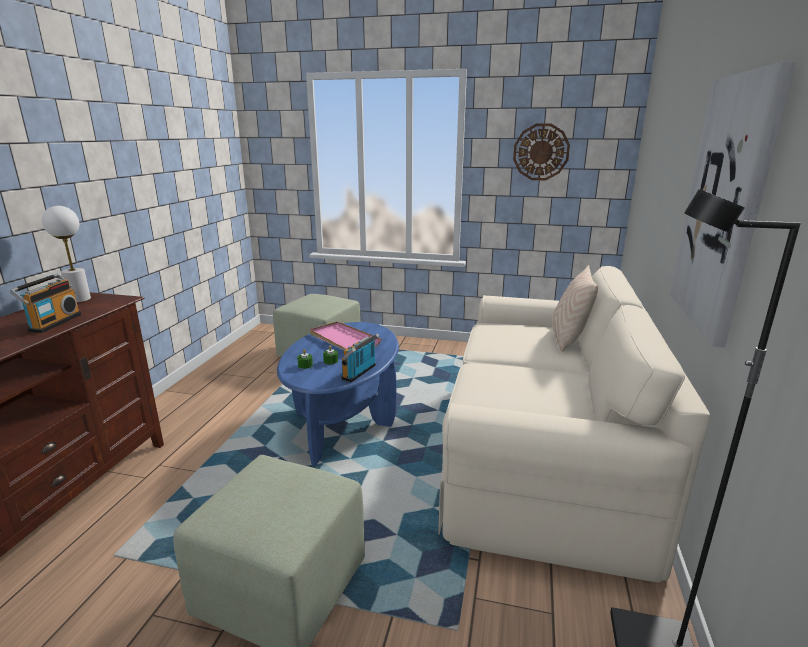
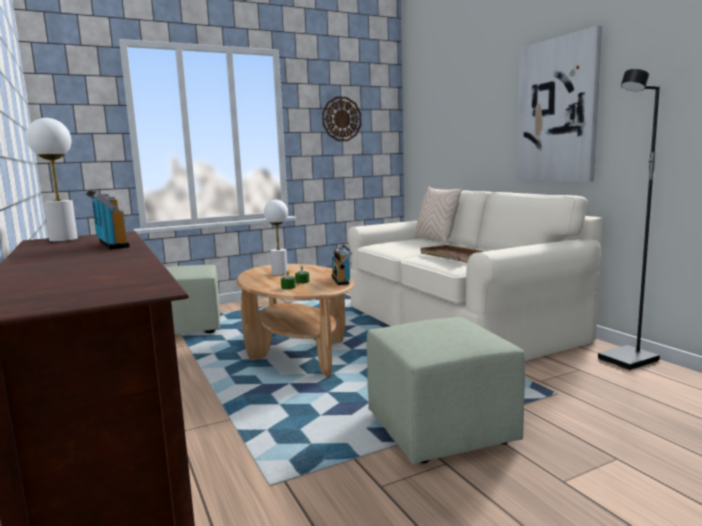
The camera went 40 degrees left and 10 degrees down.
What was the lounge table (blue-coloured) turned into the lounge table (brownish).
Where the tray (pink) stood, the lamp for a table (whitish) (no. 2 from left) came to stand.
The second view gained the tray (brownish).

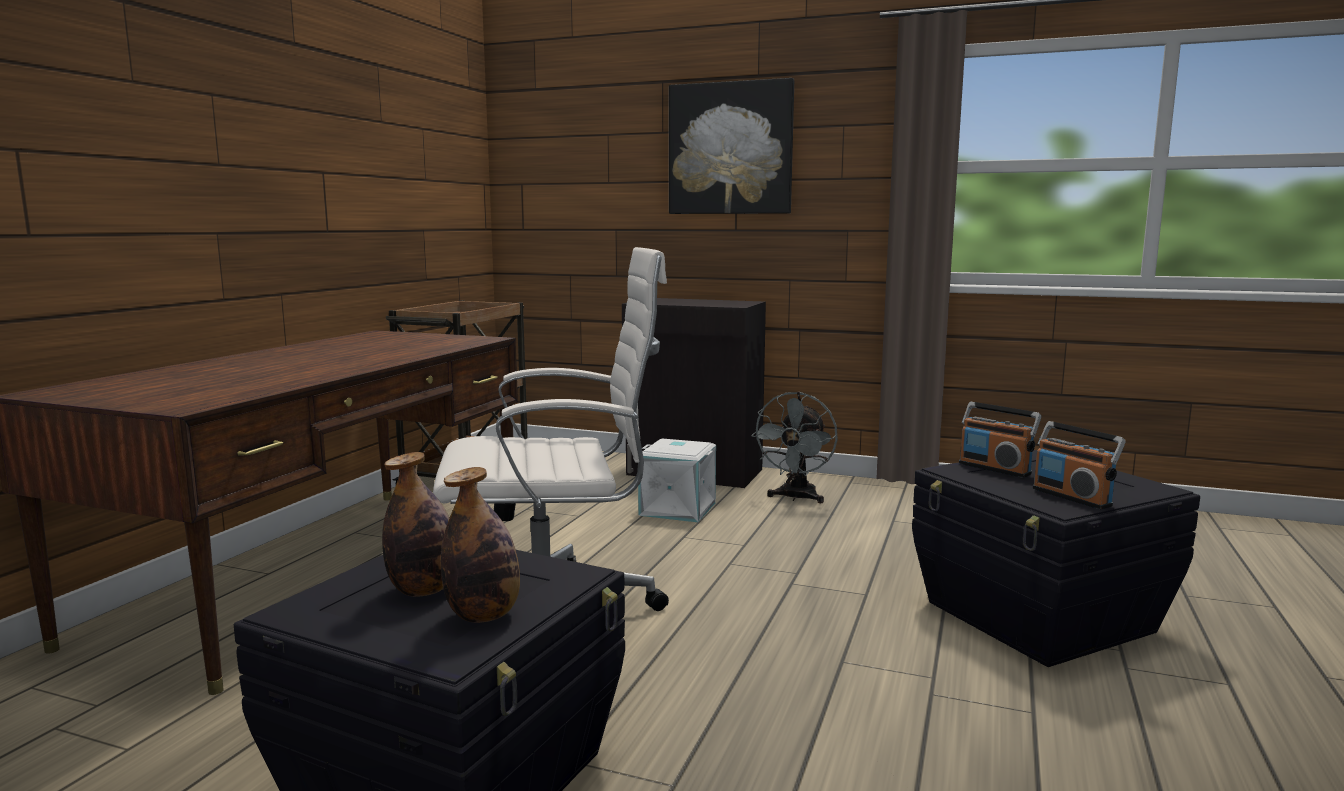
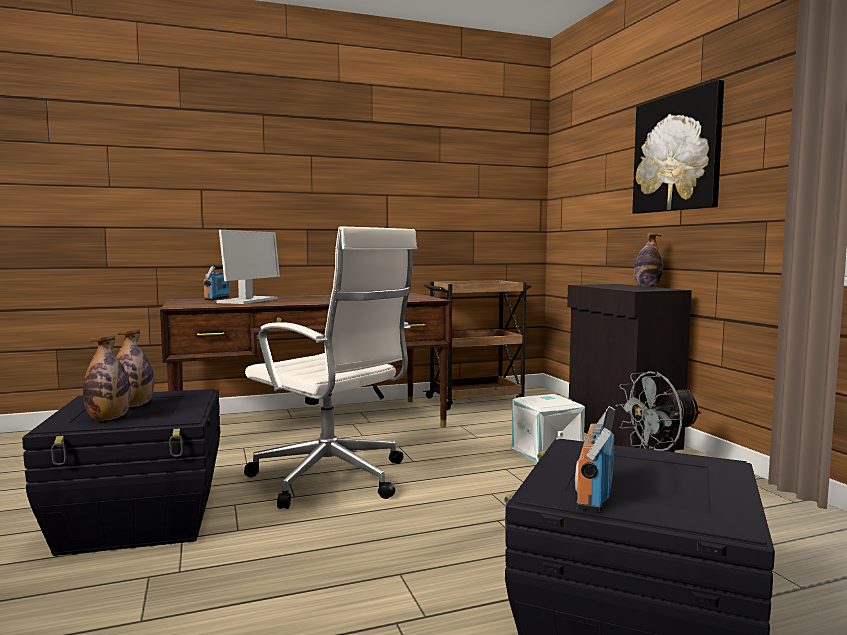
The camera went 50 degrees right and 5 degrees down.
The radio receiver (no. 1 from left) ended up elsewhere.
The second view gained the computer display.
The second view gained the beverage bottle (no. 3 from left).

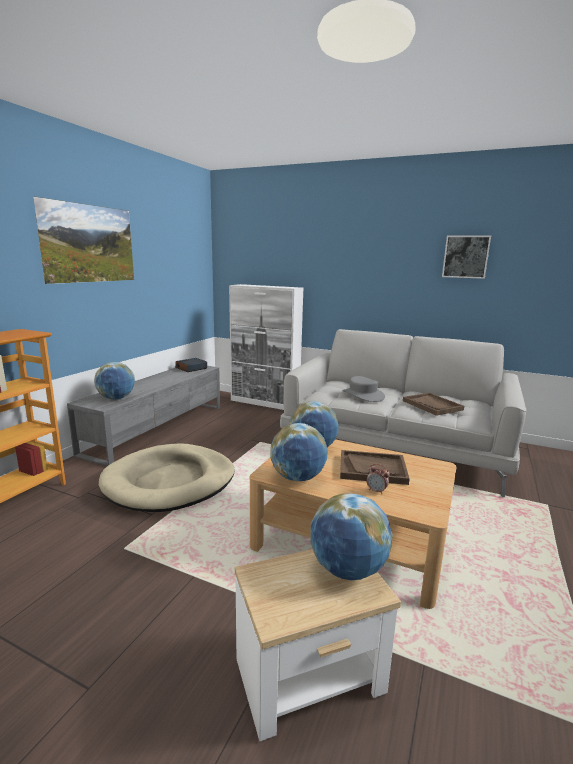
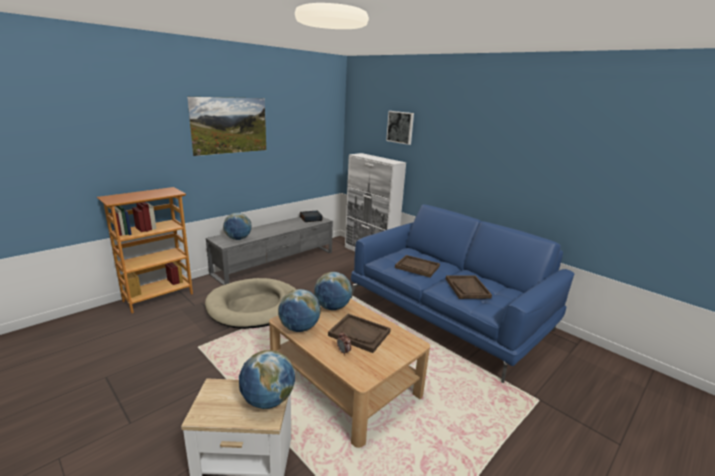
The camera went 20 degrees right and 5 degrees up.
What was the settee (gray) turned into the settee (blue-coloured).
The picture (no. 2 from left) ended up elsewhere.
Where the hat (gray) stood, the tray (brownish) (no. 2 from left) came to stand.

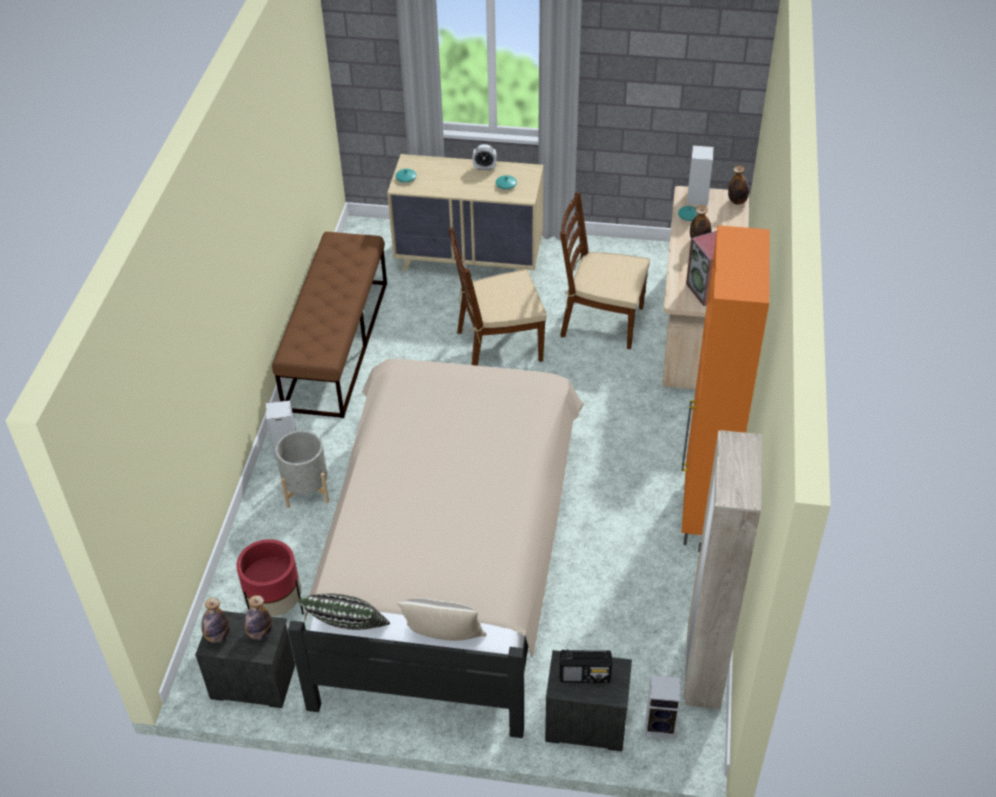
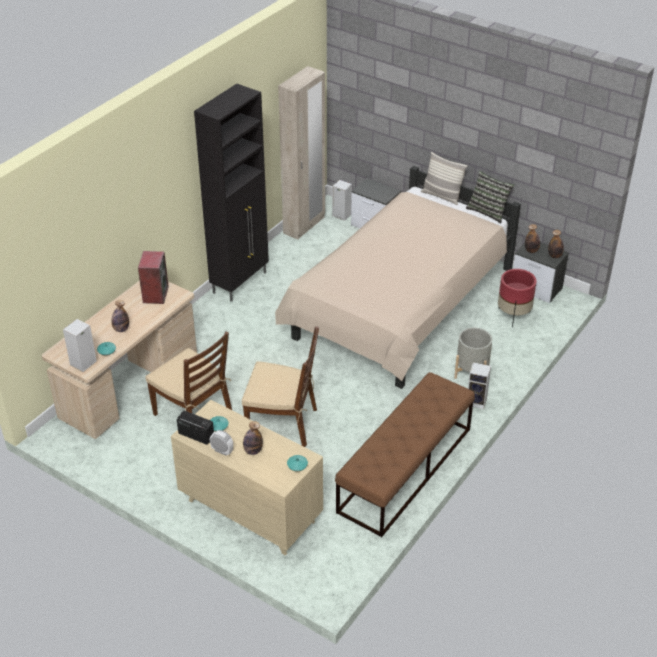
The camera went 155 degrees left and 5 degrees down.
The radio receiver ended up elsewhere.
What was the cabinet (orangey) turned into the cabinet (black).
The beverage bottle (no. 4 from left in the first image) ended up elsewhere.

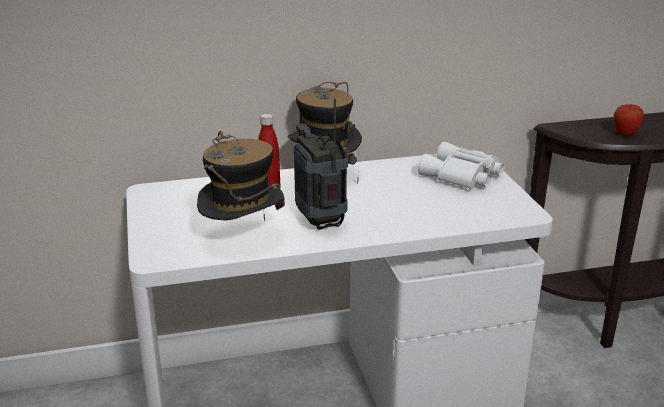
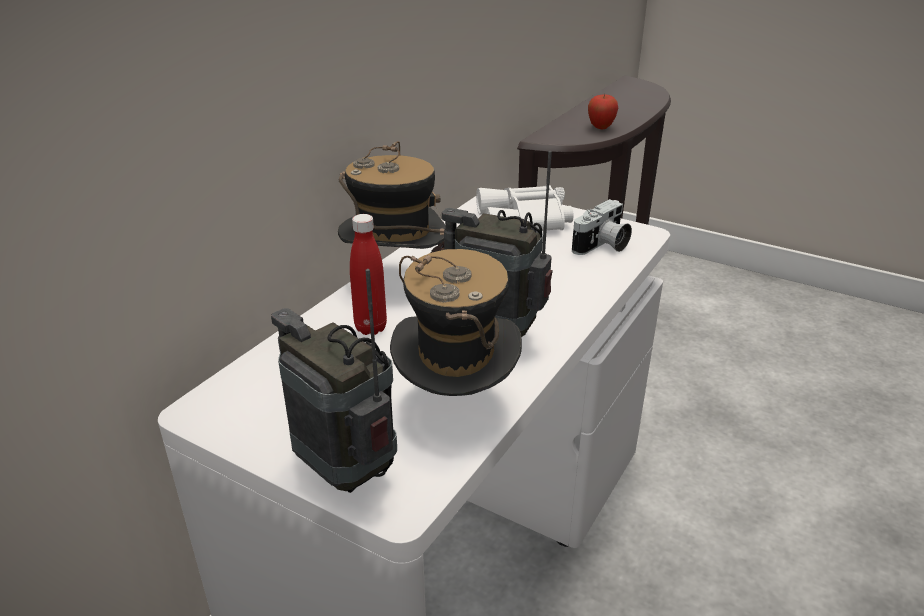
The camera went 45 degrees left and 5 degrees up.
The second view gained the radio receiver (no. 1 from left).
The second view gained the still camera.

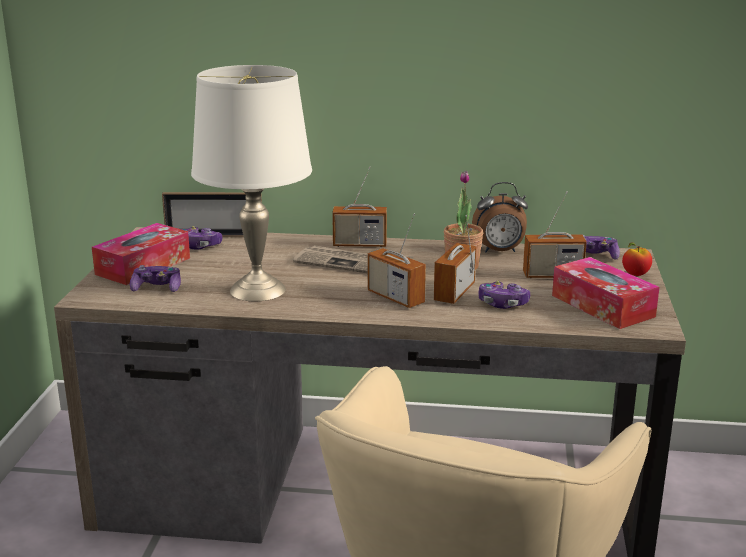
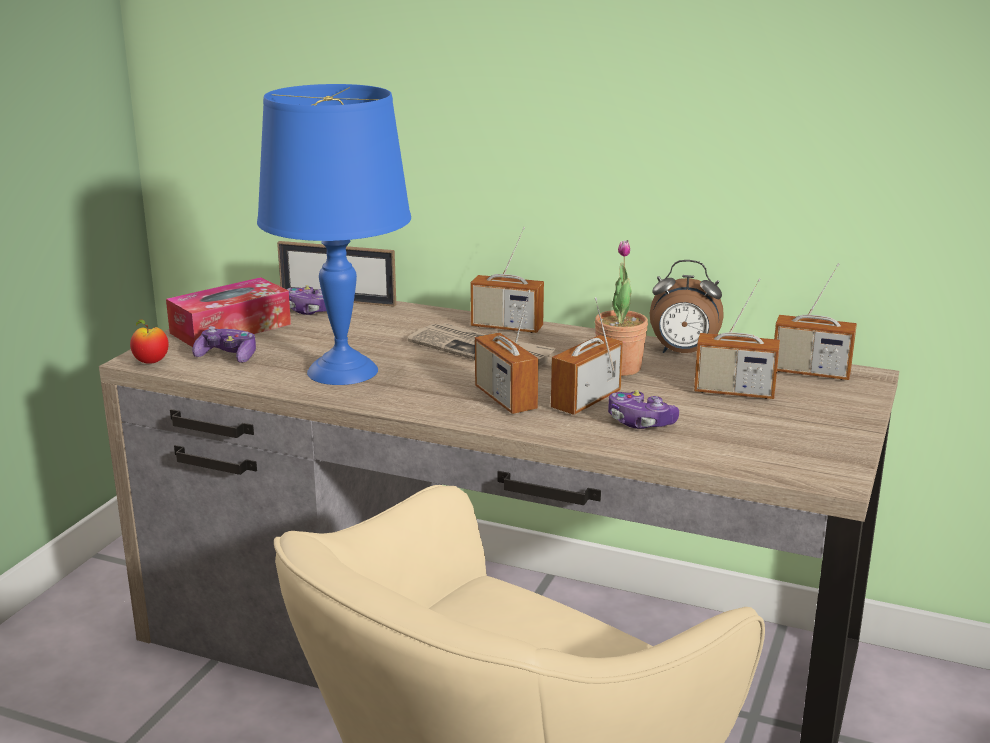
The camera went 15 degrees right and 0 degrees up.
The whole apple ended up elsewhere.
What was the lamp for a table (whitish) turned into the lamp for a table (blue-coloured).
Where the joypad (no. 4 from left) stood, the radio receiver (no. 5 from left) came to stand.
The second view lost the tissue holder (no. 2 from left).

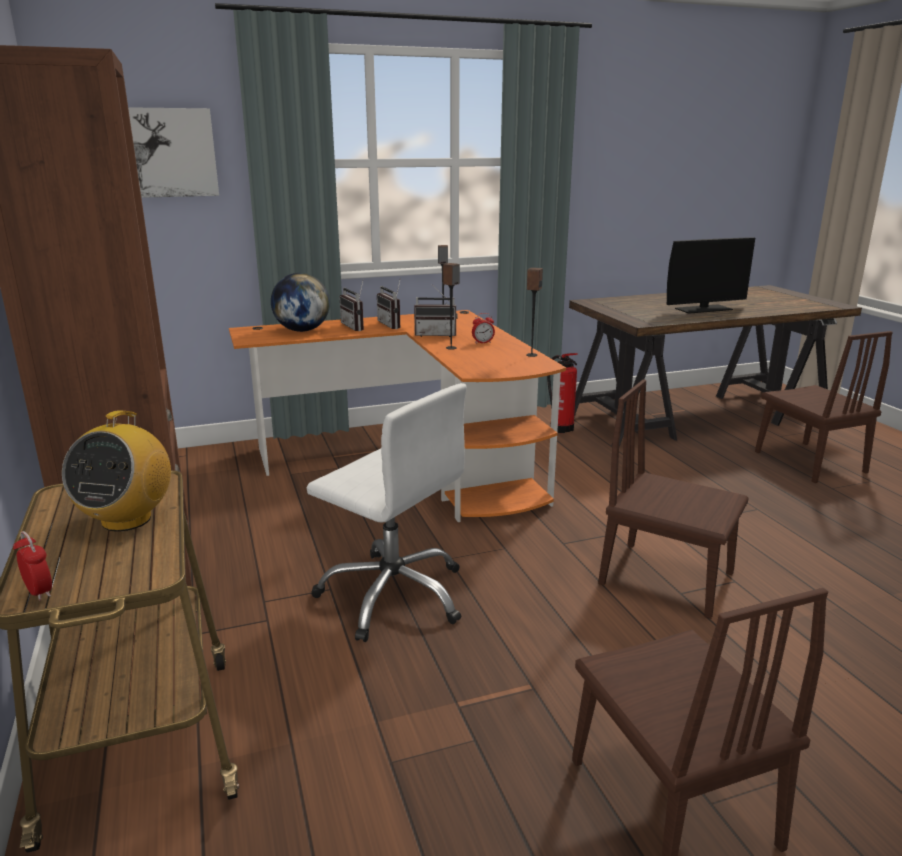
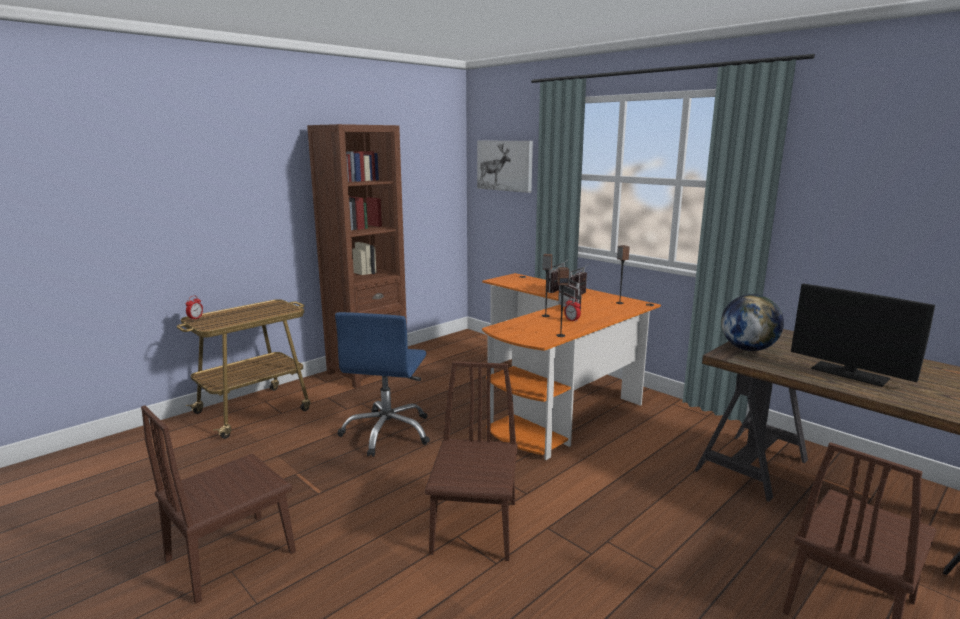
The camera went 65 degrees right and 5 degrees down.
What was the desk chair (whitish) turned into the desk chair (blue-coloured).
The desk globe ended up elsewhere.
The second view lost the radio receiver (no. 1 from left).
The second view lost the extinguisher.

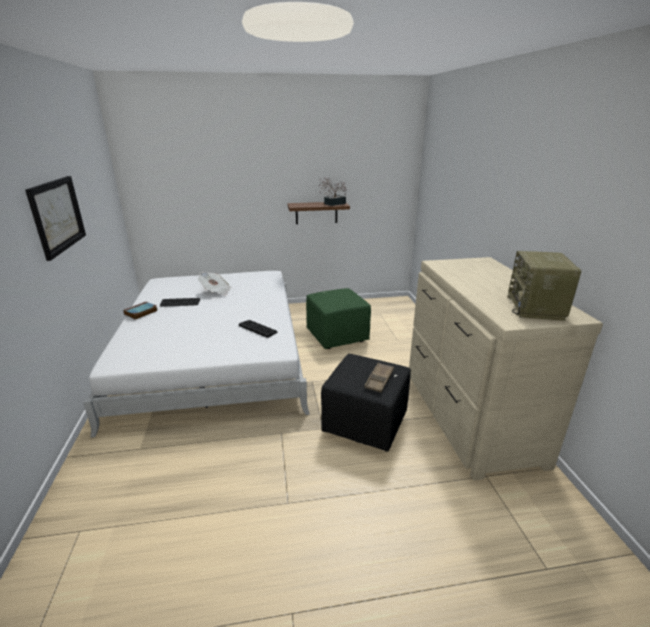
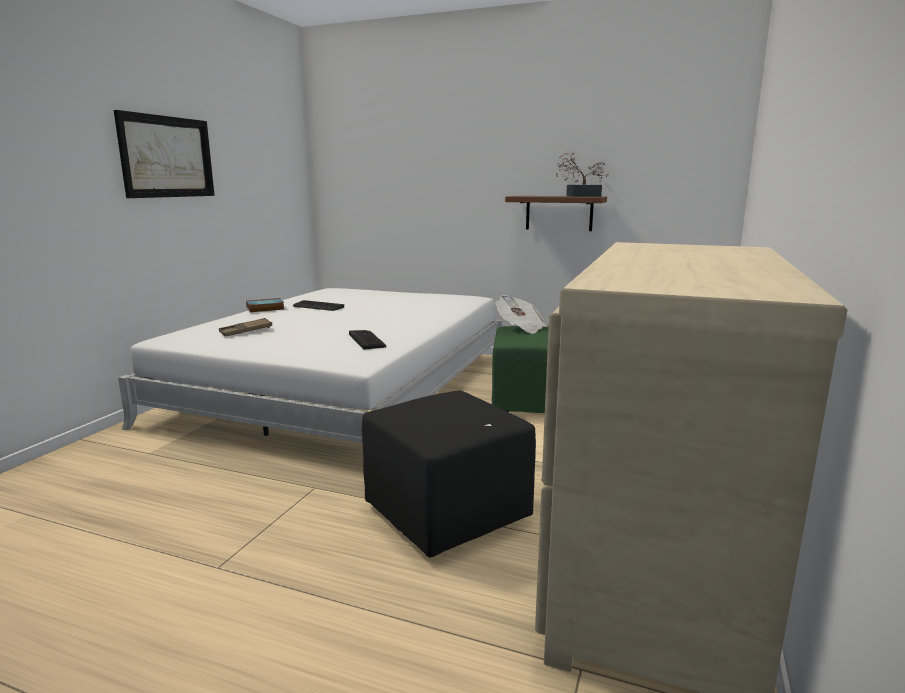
The camera went 30 degrees right and 10 degrees down.
The tray (brownish) ended up elsewhere.
The printed paper ended up elsewhere.
The second view lost the radio receiver.

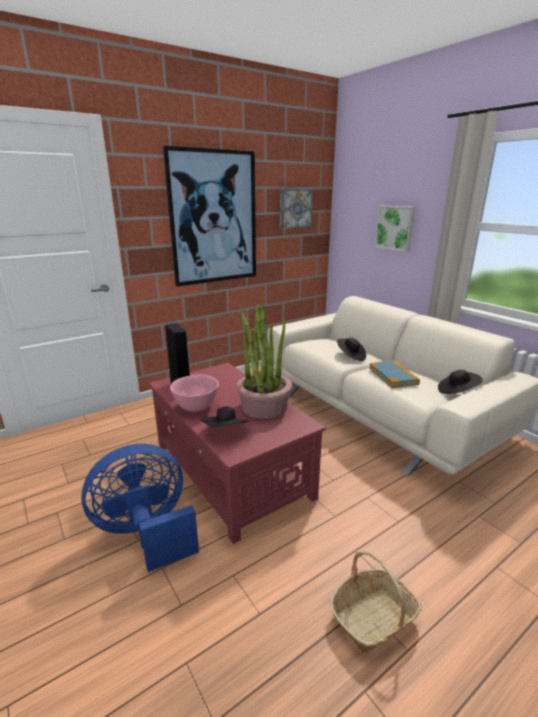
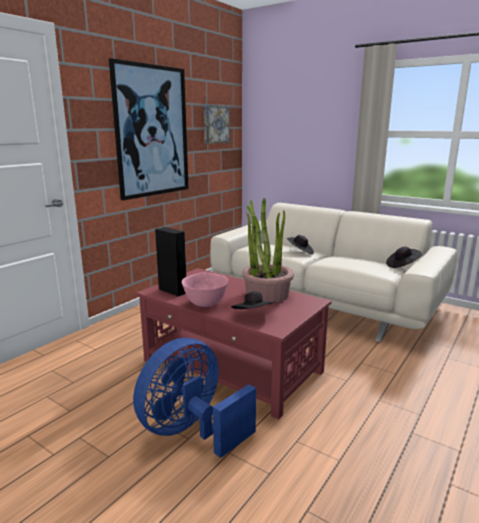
The camera went 20 degrees left and 5 degrees down.
The second view lost the storage basket.
The second view lost the bound book.
The second view lost the picture (no. 3 from left).

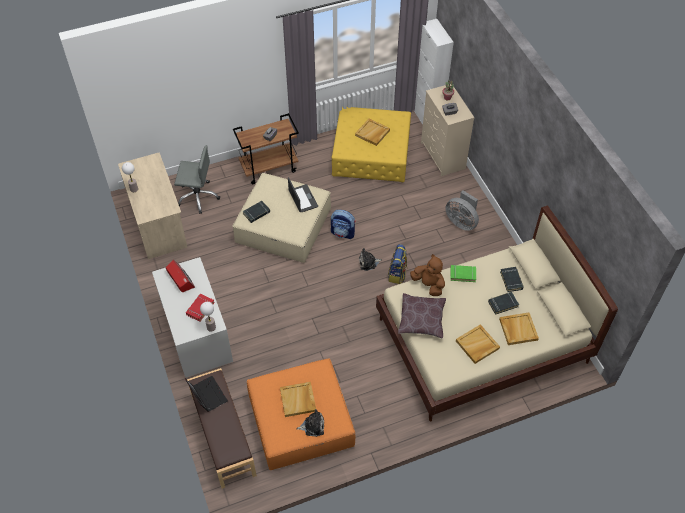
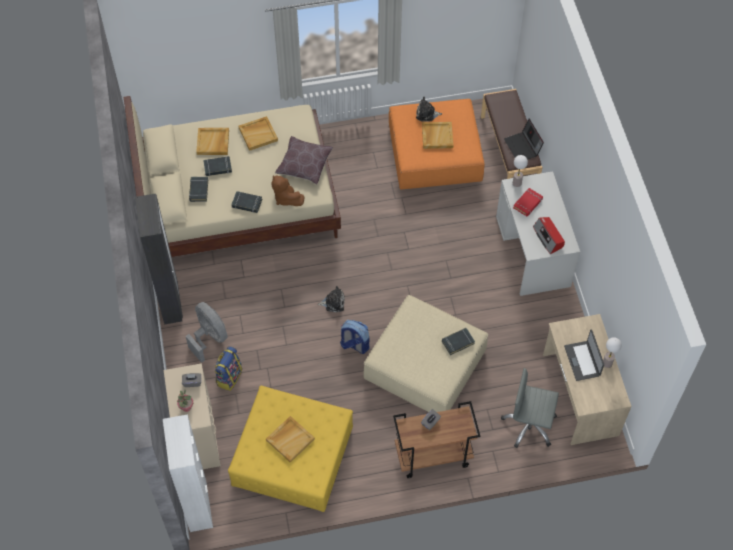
The camera went 170 degrees left and 5 degrees up.
The second view gained the clothes cupboard (black).
The backpack (no. 2 from left in the first image) ended up elsewhere.
What was the bound book (greenish) turned into the bound book (black) (no. 3 from left).
The portable computer (no. 2 from left) ended up elsewhere.

